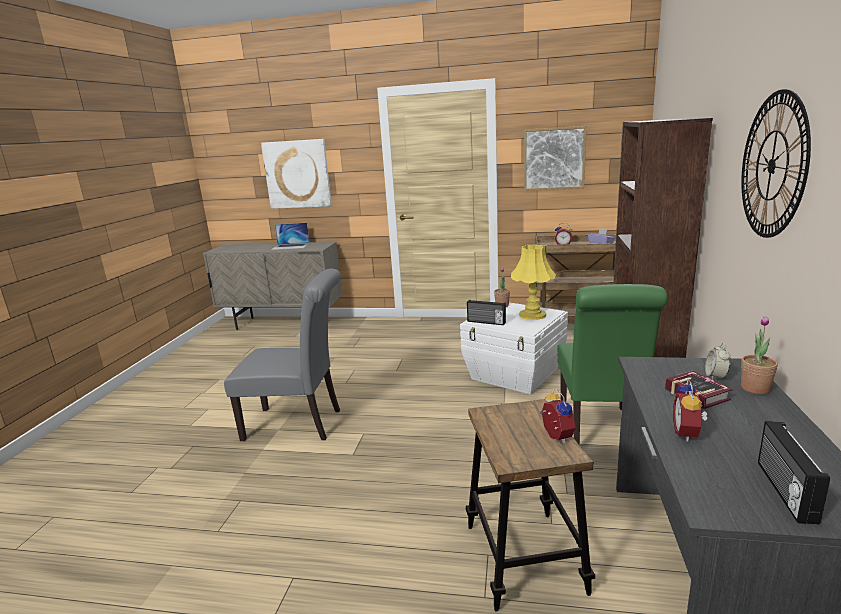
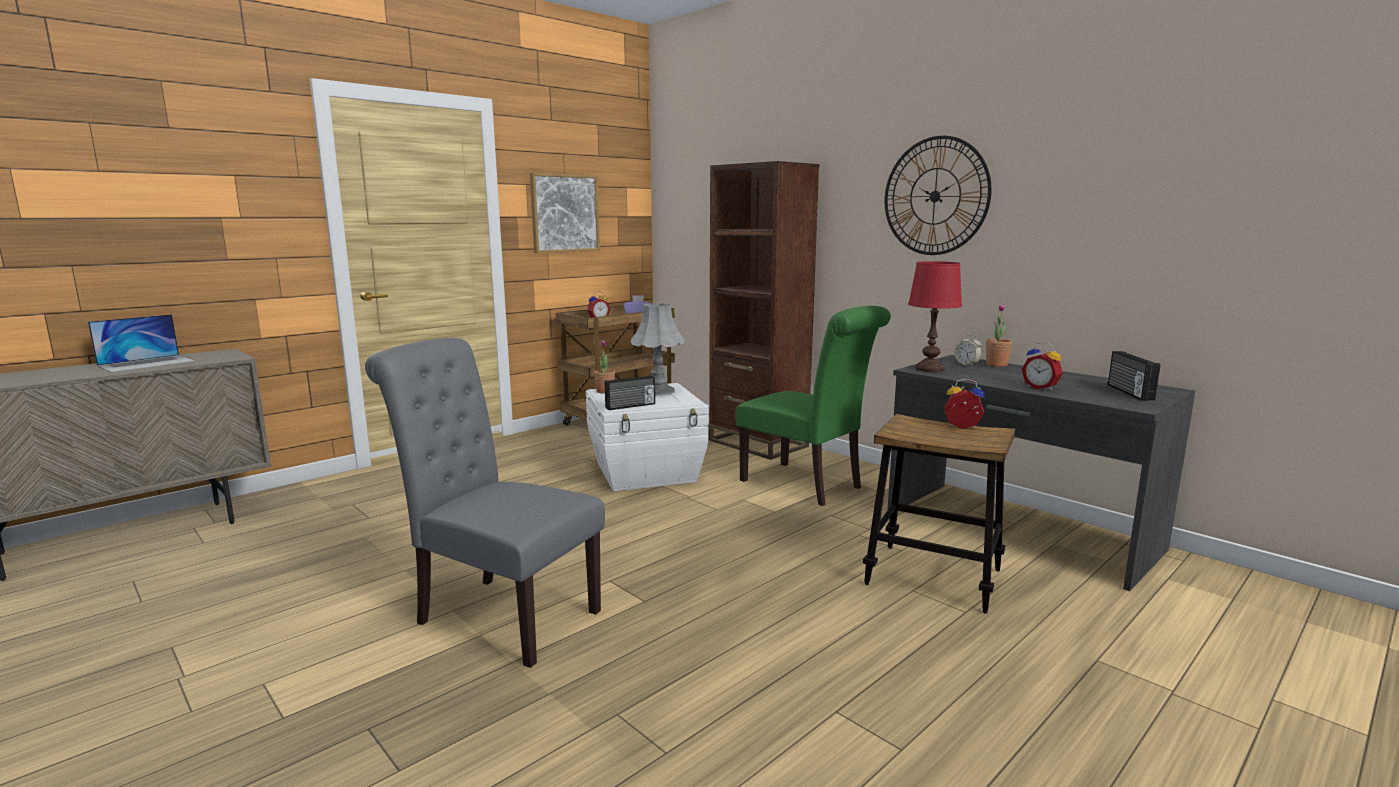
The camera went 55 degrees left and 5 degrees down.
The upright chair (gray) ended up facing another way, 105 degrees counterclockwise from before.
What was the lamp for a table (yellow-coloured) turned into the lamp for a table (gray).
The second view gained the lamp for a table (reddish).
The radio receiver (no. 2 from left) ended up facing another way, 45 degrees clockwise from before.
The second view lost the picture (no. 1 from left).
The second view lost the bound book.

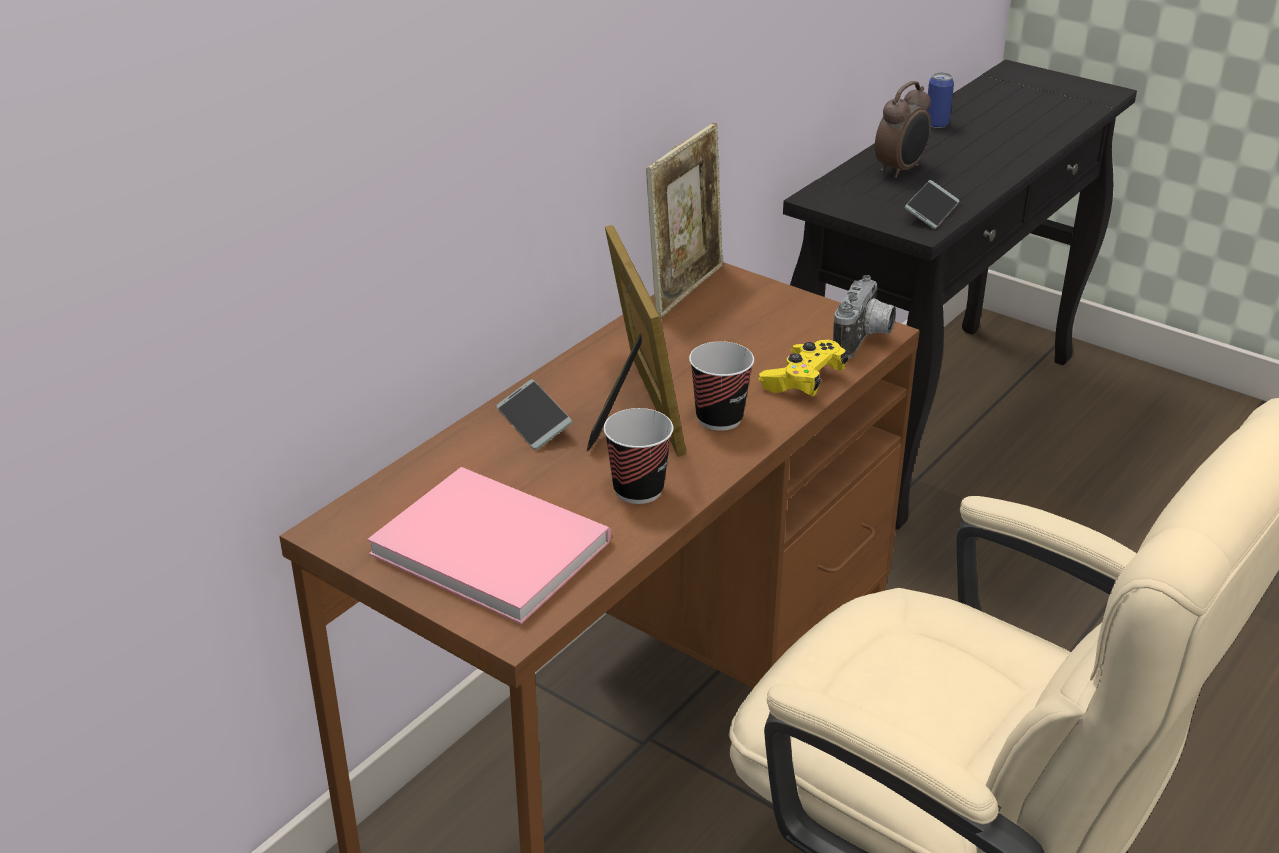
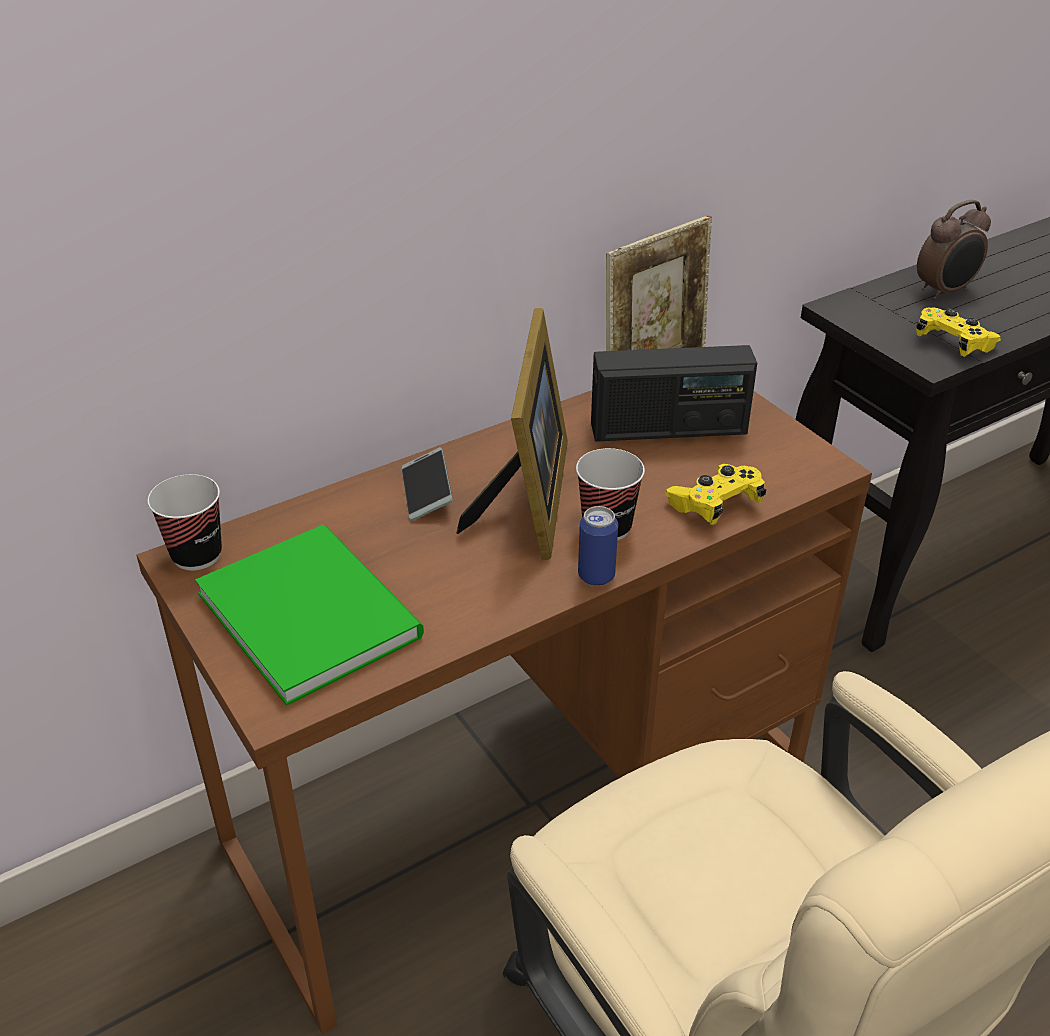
The camera went 20 degrees right and 5 degrees up.
The drinking cup (no. 1 from left) ended up elsewhere.
What was the bound book (pink) turned into the bound book (greenish).
The can ended up elsewhere.
The second view gained the radio receiver.
Where the telephone (no. 2 from left) stood, the joypad (yellow-coloured) (no. 2 from left) came to stand.
The second view lost the still camera.

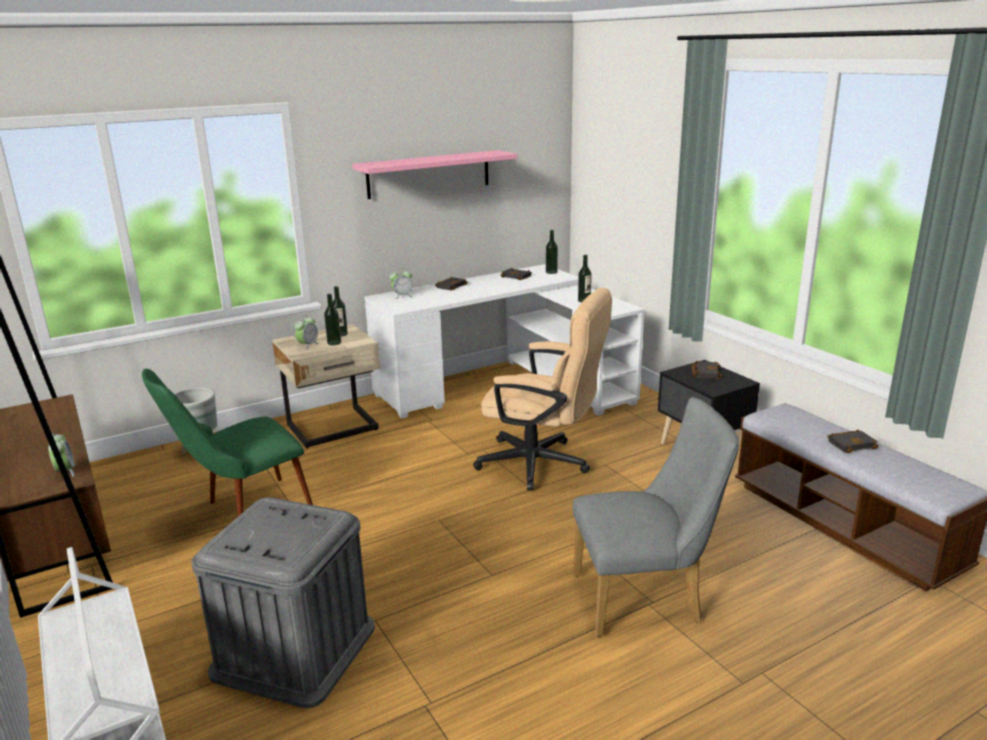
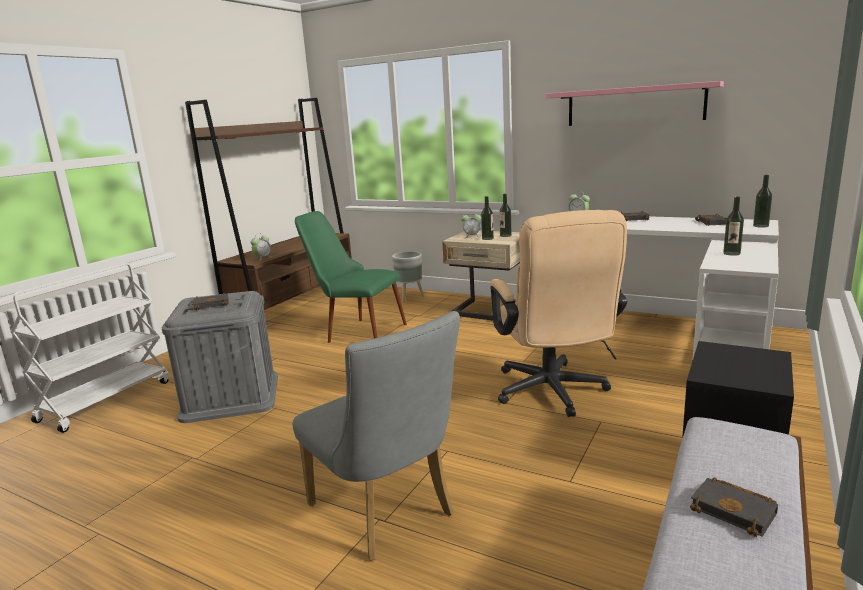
The camera went 60 degrees right and 5 degrees down.
The bound book (black) (no. 3 from left in the first image) ended up elsewhere.

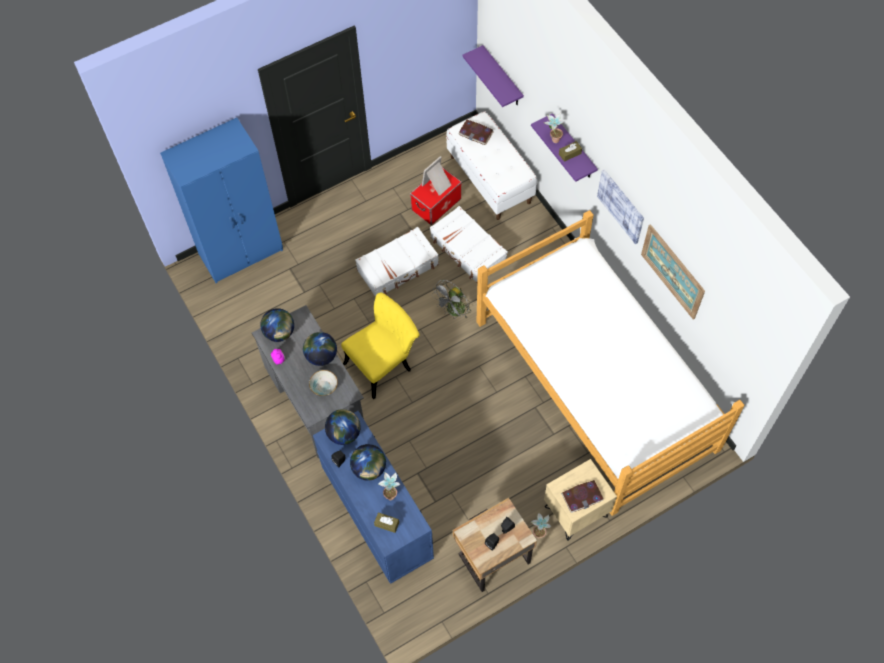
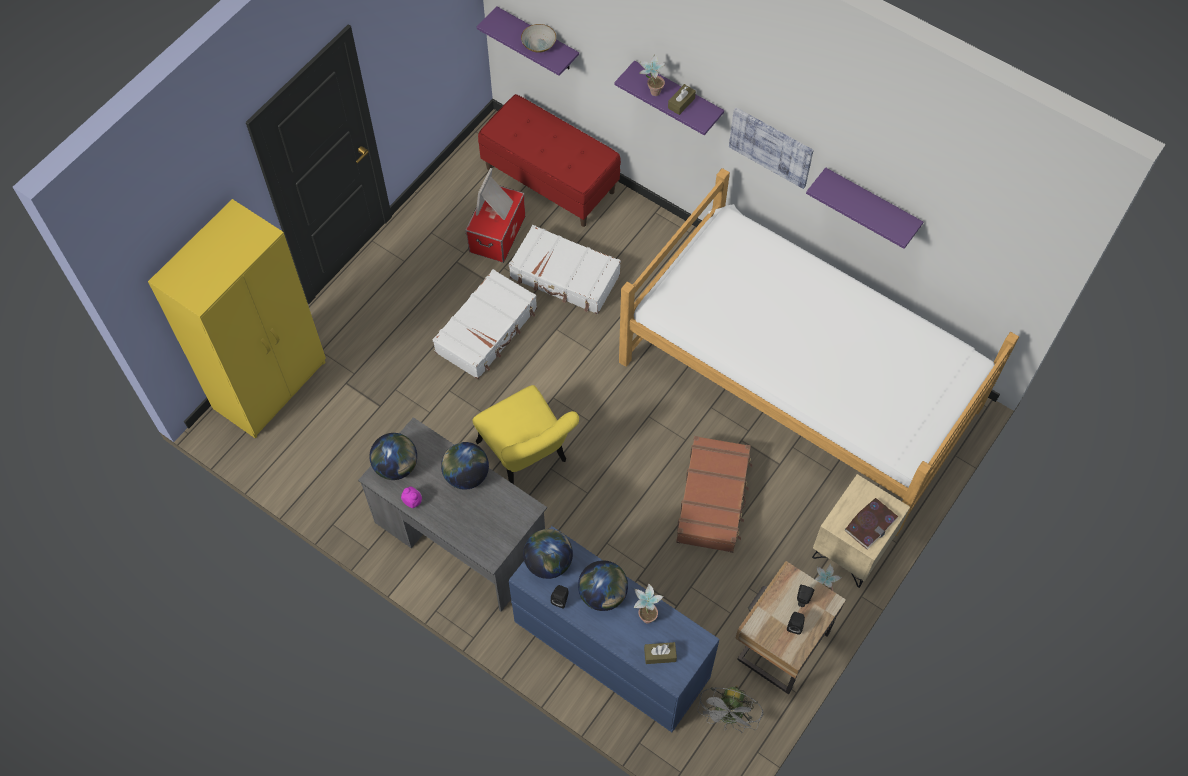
The camera went 25 degrees left and 0 degrees up.
What was the clothes cupboard (blue-coloured) turned into the clothes cupboard (yellow-coloured).
The upright chair (yellow-coloured) ended up facing another way, 120 degrees clockwise from before.
What was the bench (whitish) turned into the bench (reddish).
The deep dish ended up elsewhere.
The second view gained the suitcase (brownish).
The electric fan (gray) ended up elsewhere.
Where the picture (no. 2 from left) hung, the shelf (purple) (no. 3 from left) came to hang.
The second view lost the bound book (no. 1 from left).

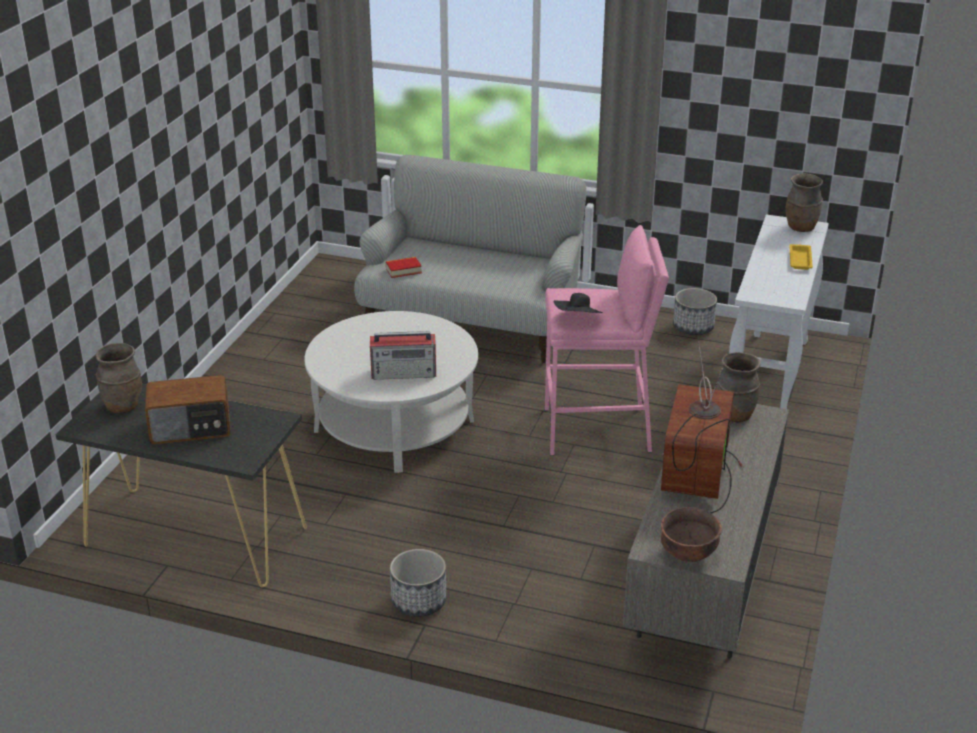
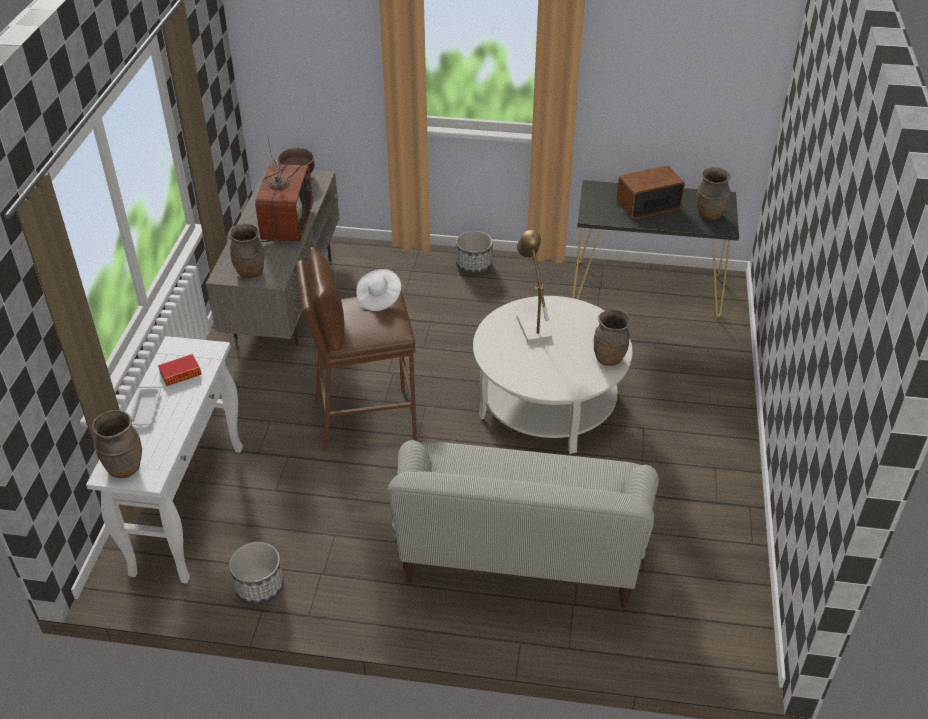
The camera went 170 degrees right and 10 degrees up.
What was the tray (yellow-coloured) turned into the tray (whitish).
The bound book ended up elsewhere.
What was the stool seat (pink) turned into the stool seat (brownish).
What was the hat (black) turned into the hat (whitish).
Where the radio receiver (no. 2 from left) stood, the lamp for a table came to stand.
The second view gained the decorative vase (brownish) (no. 3 from left).

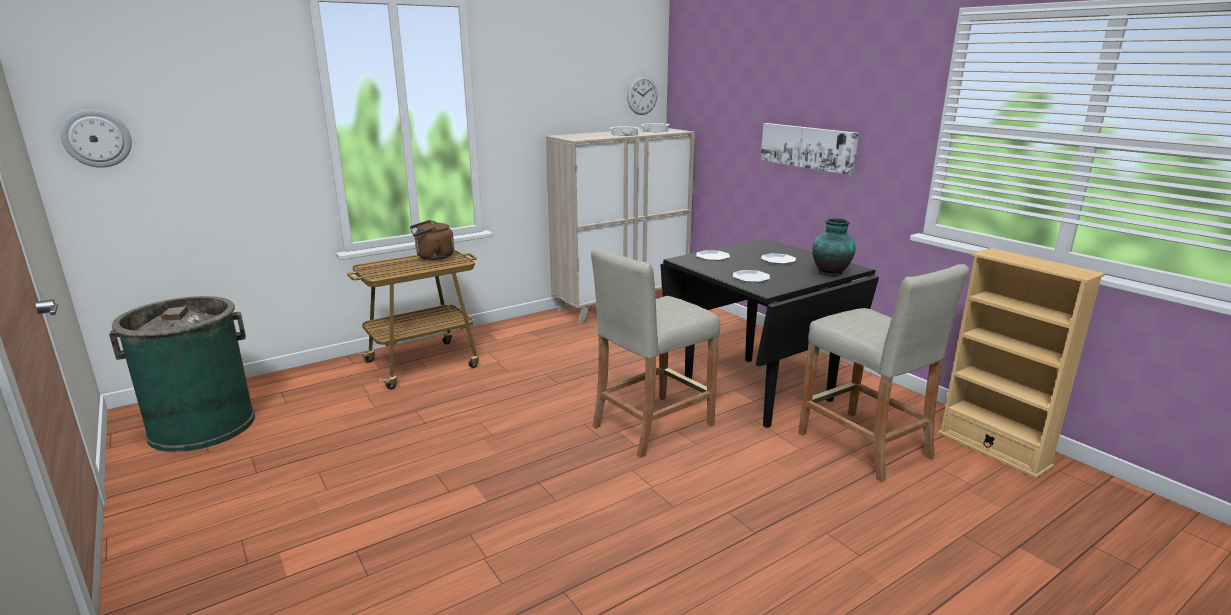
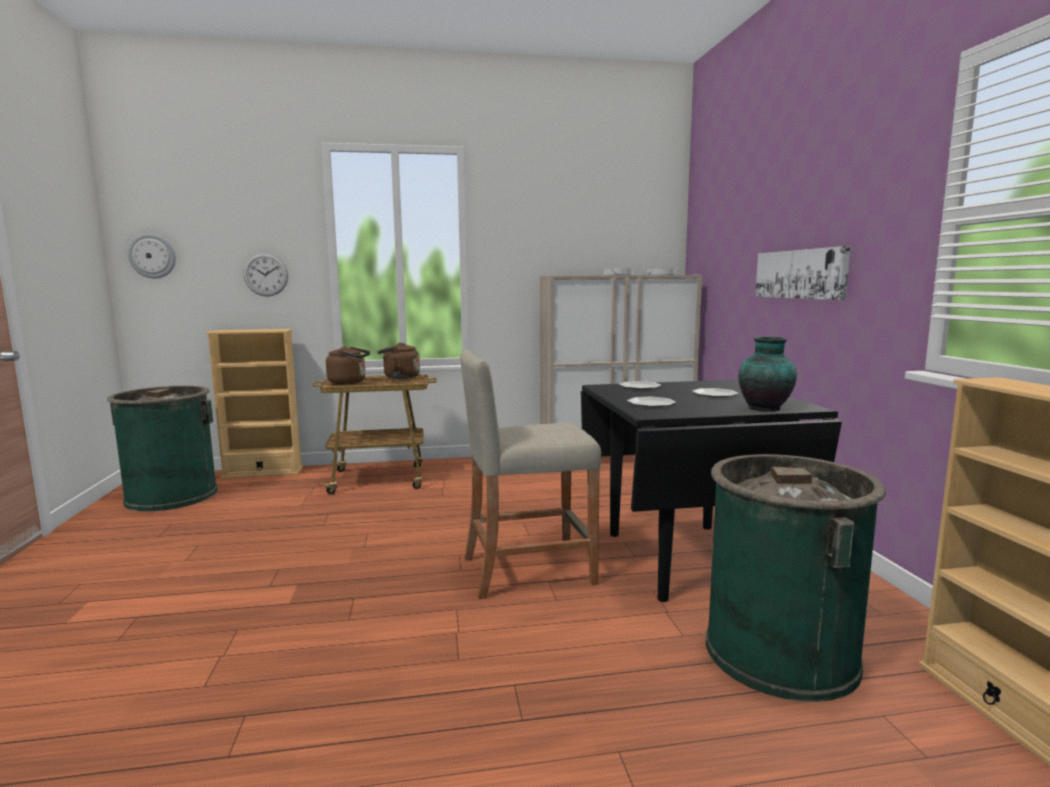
The camera went 25 degrees right and 10 degrees down.
The second view gained the bookshelf (sand-coloured) (no. 1 from left).
The hanging clock (no. 2 from left) ended up elsewhere.
The second view gained the kettle (brownish) (no. 1 from left).
Where the stool seat (sand-coloured) (no. 2 from left) stood, the trash can (greenish) (no. 2 from left) came to stand.

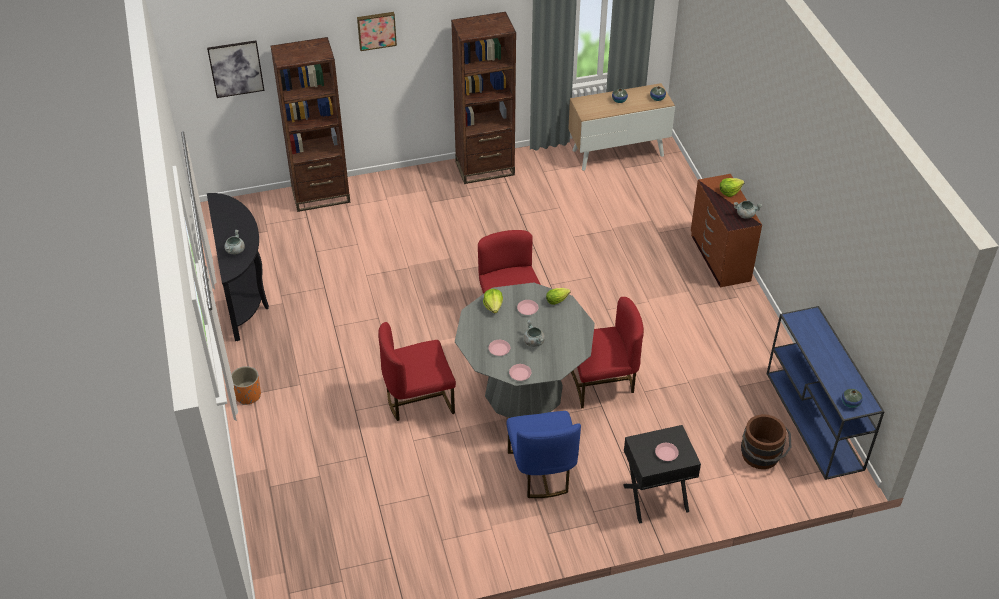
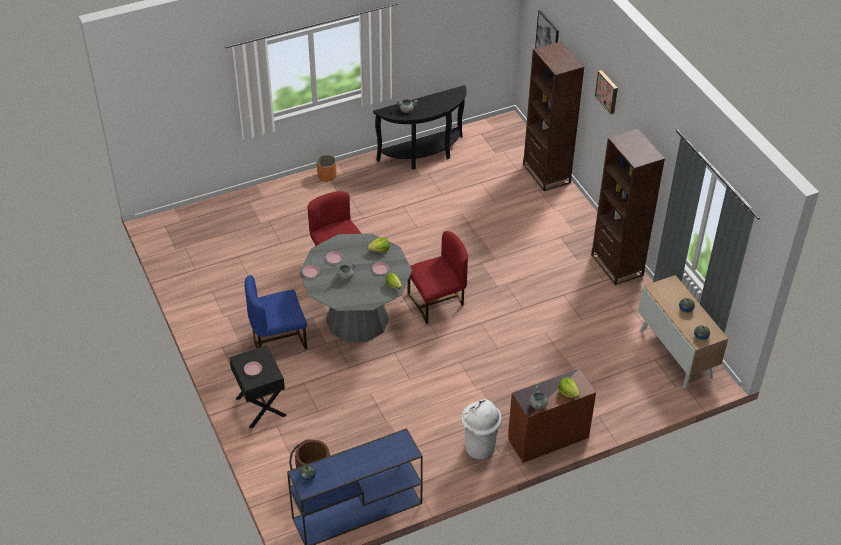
The camera went 80 degrees right and 0 degrees up.
The second view gained the trash can (whitish).
The second view lost the upright chair (reddish) (no. 3 from left).

